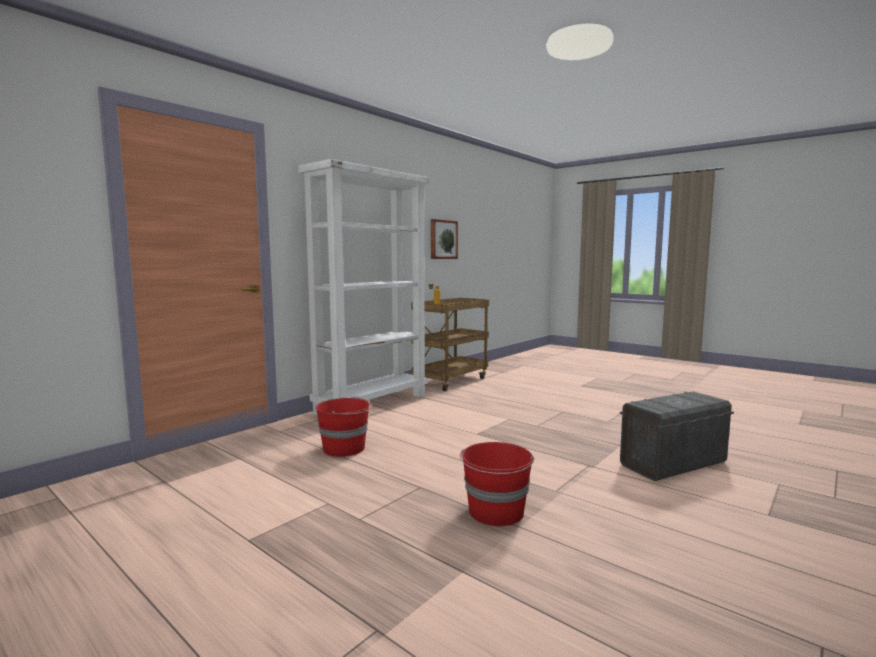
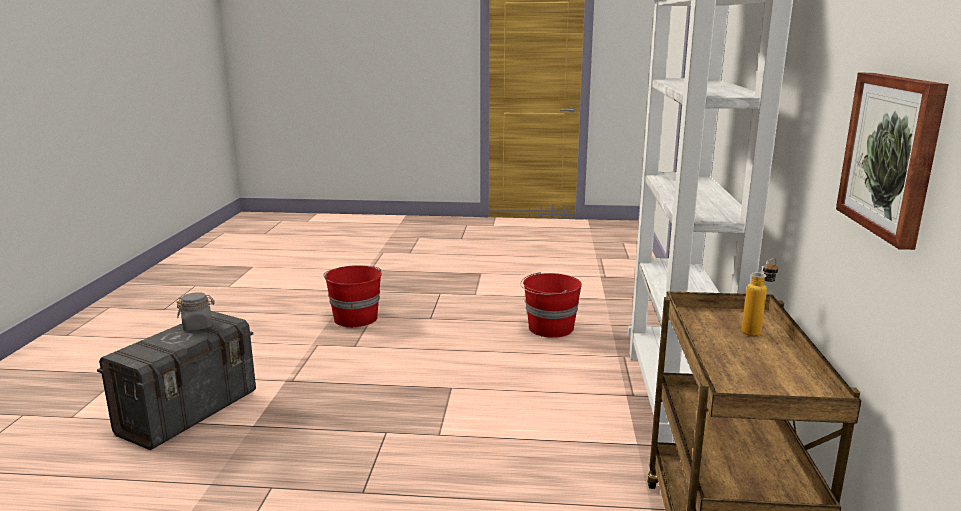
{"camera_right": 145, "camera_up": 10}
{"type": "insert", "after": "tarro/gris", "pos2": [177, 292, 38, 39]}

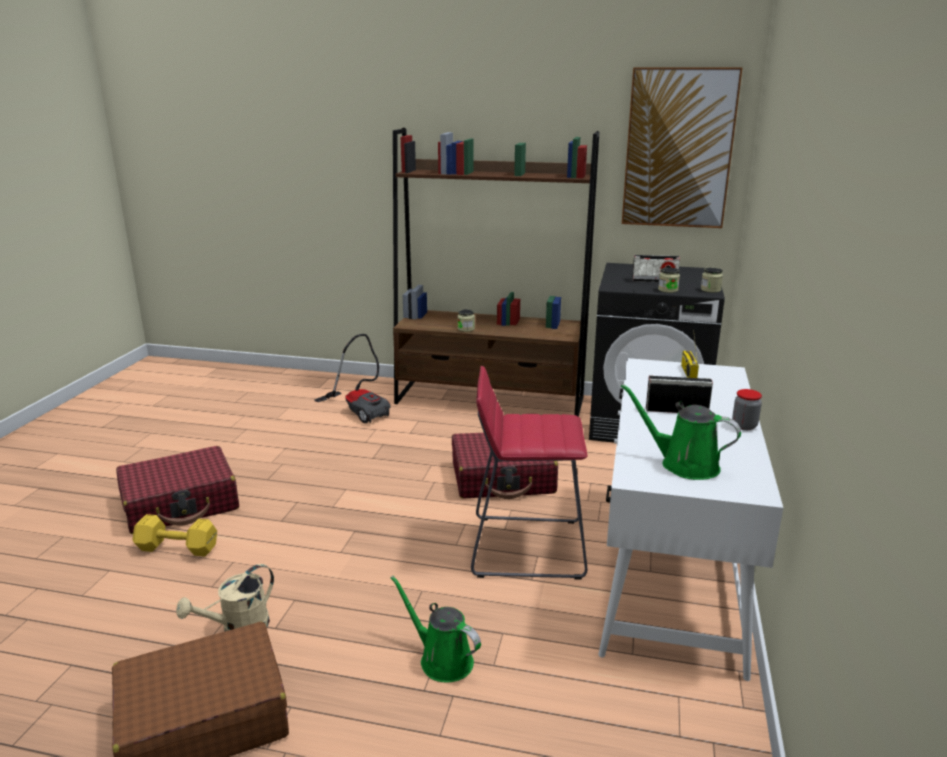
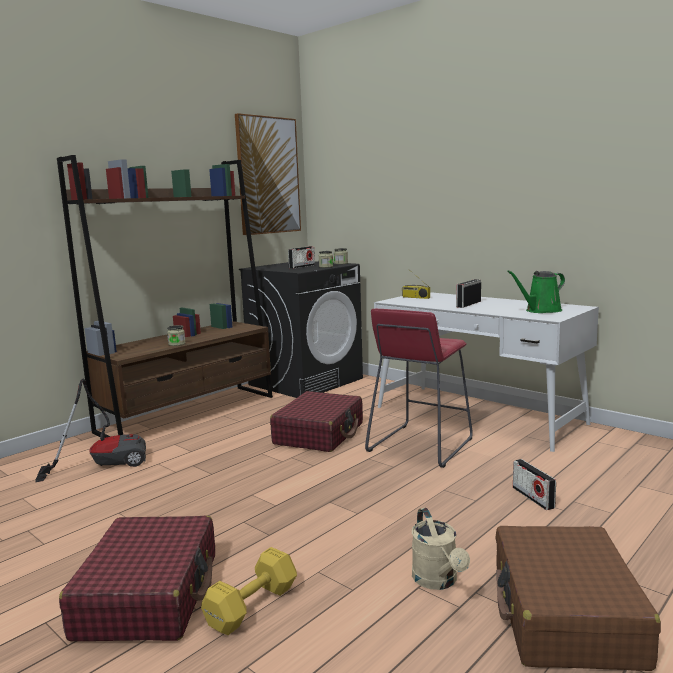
{"camera_right": -60, "camera_up": -10}
{"type": "delete", "before": "tarro", "pos1": [732, 389, 30, 41]}
{"type": "replace", "before": "regadera/verde", "after": "radio", "pos1": [390, 576, 91, 106], "pos2": [513, 459, 43, 51]}

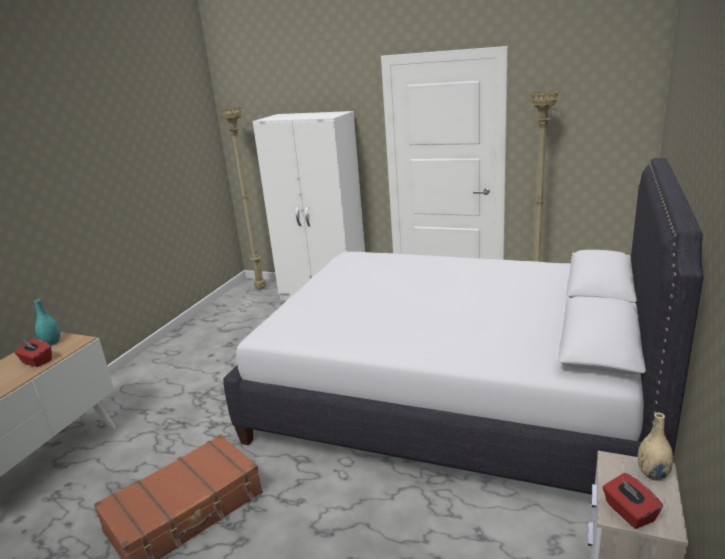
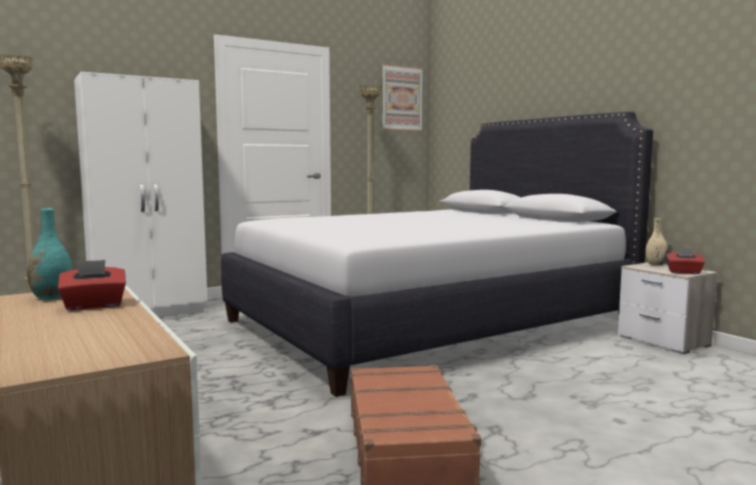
{"camera_right": -55, "camera_up": -15}
{"type": "insert", "after": "cuadro", "pos2": [382, 64, 41, 67]}

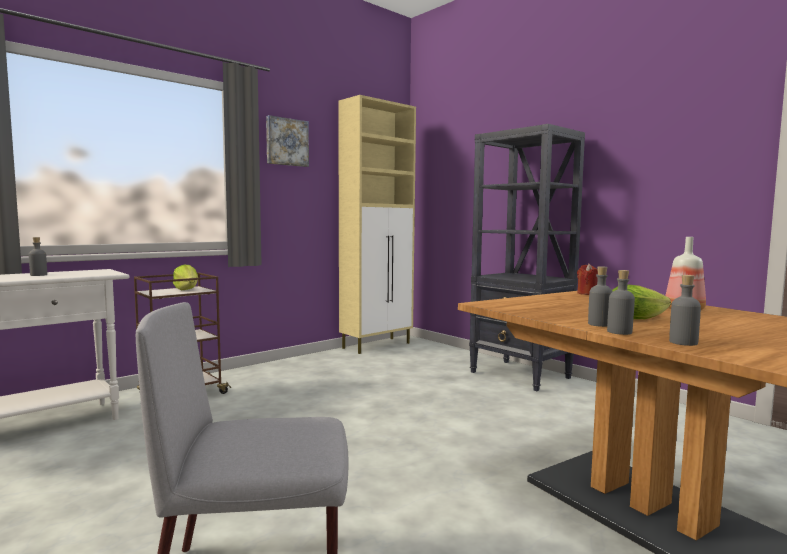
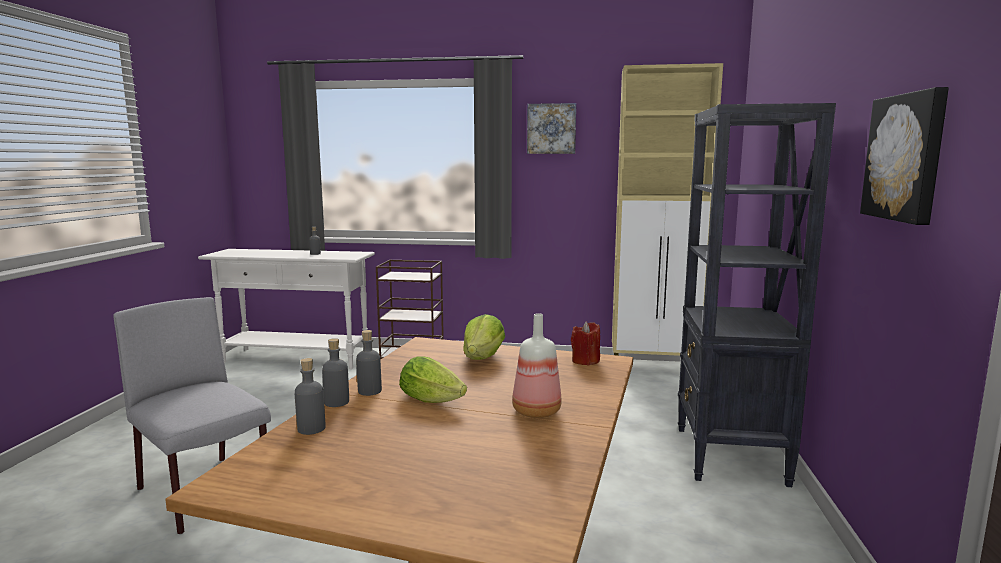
{"camera_right": 50, "camera_up": 5}
{"type": "insert", "after": "cuadro", "pos2": [860, 87, 89, 138]}
{"type": "move", "before": "lechuga", "pos1": [173, 265, 25, 25], "pos2": [463, 314, 42, 46]}

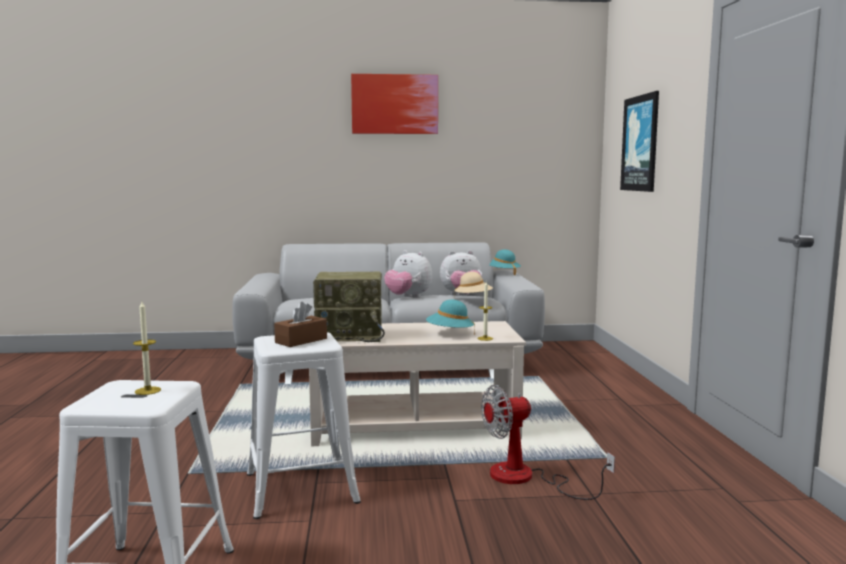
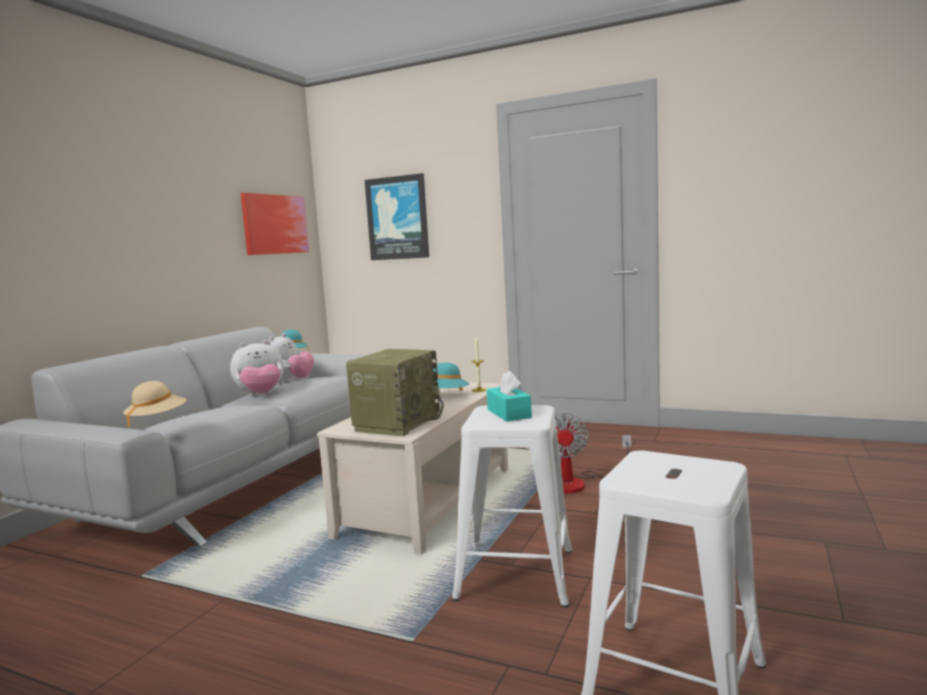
{"camera_right": -60, "camera_up": 0}
{"type": "delete", "before": "vela", "pos1": [133, 301, 28, 94]}
{"type": "move", "before": "cuadro", "pos1": [351, 74, 87, 60], "pos2": [241, 193, 68, 62]}
{"type": "move", "before": "sombrero/beis", "pos1": [454, 272, 39, 21], "pos2": [123, 381, 64, 47]}
{"type": "recolor", "before": "caja de pañuelos/marrón", "after": "caja de pañuelos/turquesa", "pos1": [274, 302, 53, 45], "pos2": [487, 371, 45, 51]}

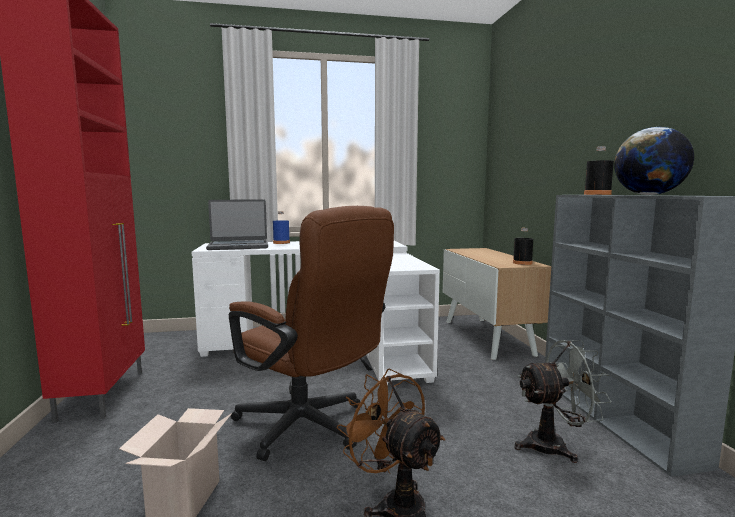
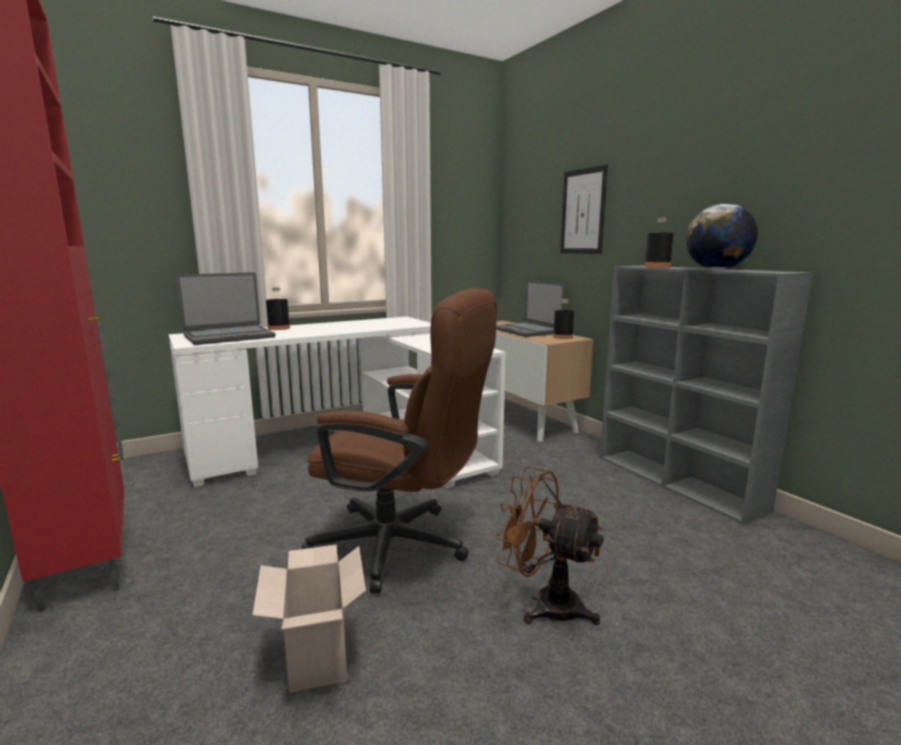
{"camera_right": -20, "camera_up": 5}
{"type": "delete", "before": "ventilador/gris", "pos1": [514, 340, 98, 123]}
{"type": "insert", "after": "portátil", "pos2": [496, 280, 69, 57]}
{"type": "insert", "after": "cuadro", "pos2": [560, 165, 48, 89]}
{"type": "recolor", "before": "botella/azul", "after": "botella/negro", "pos1": [273, 211, 17, 33], "pos2": [266, 287, 24, 43]}

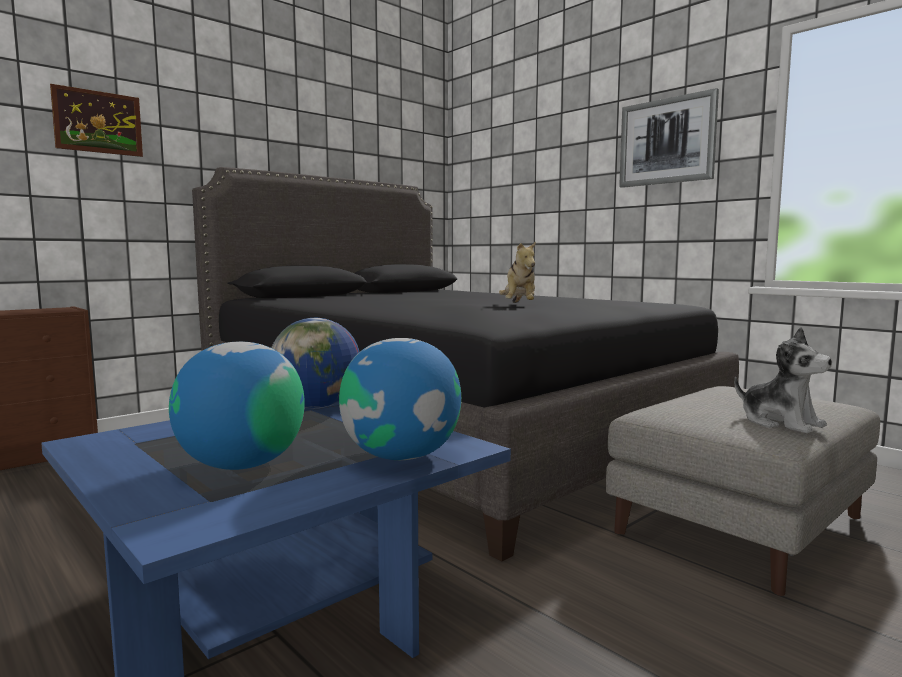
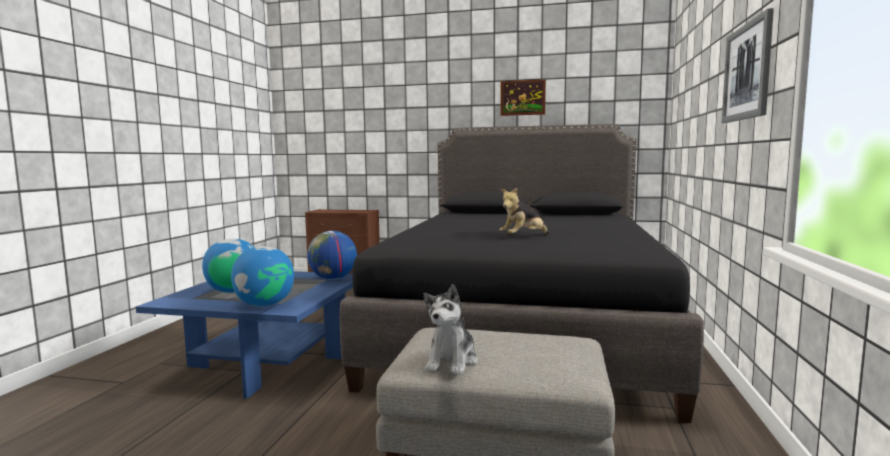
{"camera_right": 55, "camera_up": 0}
{"type": "move", "before": "cuadro", "pos1": [50, 84, 93, 73], "pos2": [500, 79, 46, 37]}

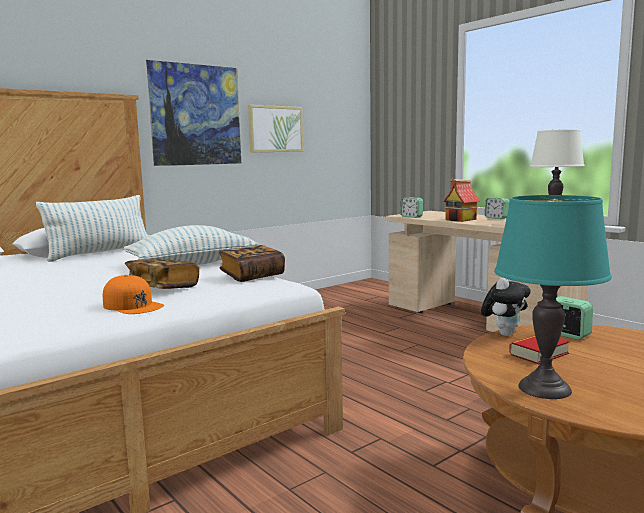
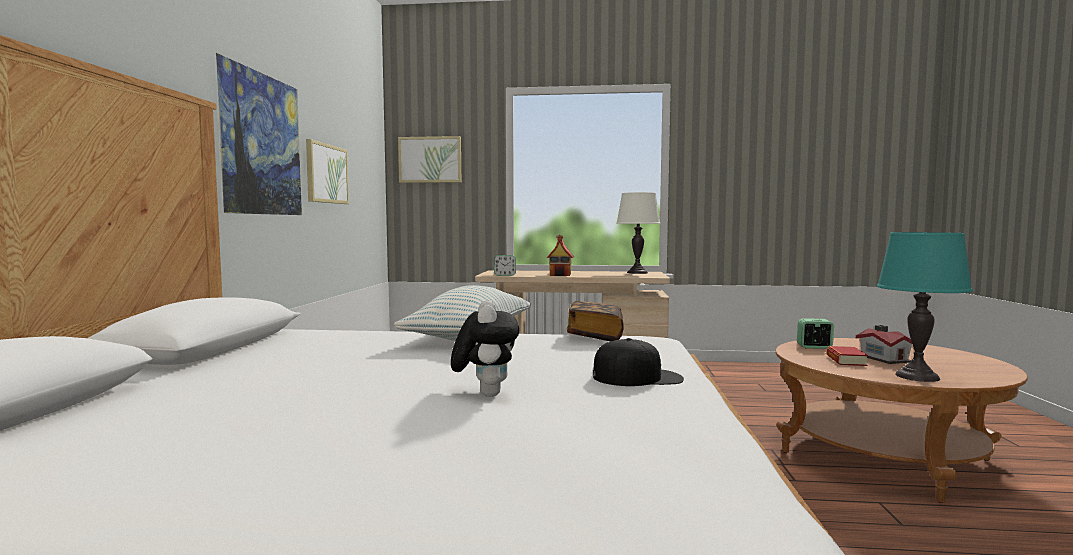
{"camera_right": -45, "camera_up": -5}
{"type": "delete", "before": "cojín", "pos1": [36, 195, 112, 67]}
{"type": "delete", "before": "libro", "pos1": [125, 258, 74, 31]}
{"type": "delete", "before": "despertador", "pos1": [485, 198, 24, 21]}
{"type": "insert", "after": "cuadro", "pos2": [398, 136, 63, 47]}
{"type": "insert", "after": "casita", "pos2": [856, 325, 56, 39]}
{"type": "move", "before": "peluche", "pos1": [481, 278, 50, 58], "pos2": [451, 301, 68, 96]}
{"type": "recolor", "before": "gorra/naranja", "after": "gorra/negro", "pos1": [103, 275, 61, 39], "pos2": [593, 338, 91, 48]}

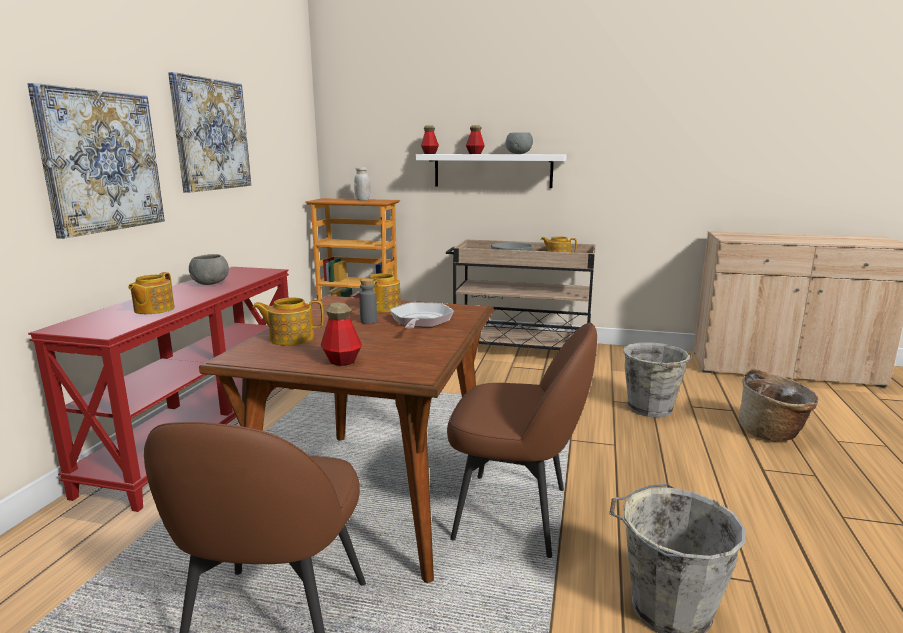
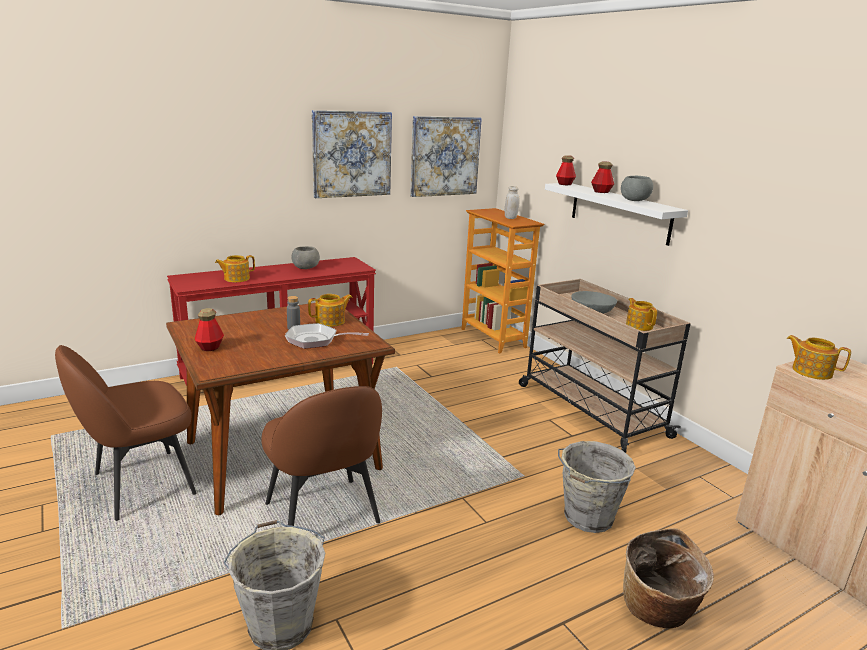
{"camera_right": 45, "camera_up": 5}
{"type": "move", "before": "cuadro", "pos1": [27, 83, 138, 156], "pos2": [410, 116, 72, 81]}
{"type": "move", "before": "tetera", "pos1": [252, 298, 72, 47], "pos2": [787, 335, 64, 45]}
{"type": "rotate", "before": "sartén", "pos1": [390, 302, 64, 26], "pos2": [285, 323, 84, 26], "turn": -135}

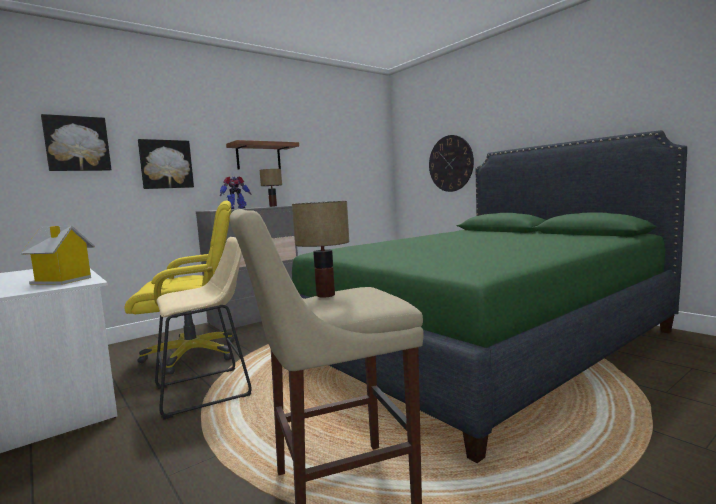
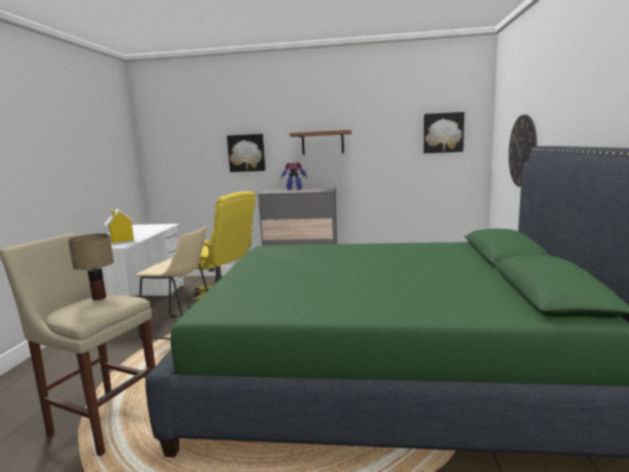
{"camera_right": 45, "camera_up": 5}
{"type": "delete", "before": "lámpara de mesa", "pos1": [260, 169, 22, 38]}
{"type": "move", "before": "cuadro", "pos1": [41, 114, 71, 57], "pos2": [424, 112, 40, 41]}

